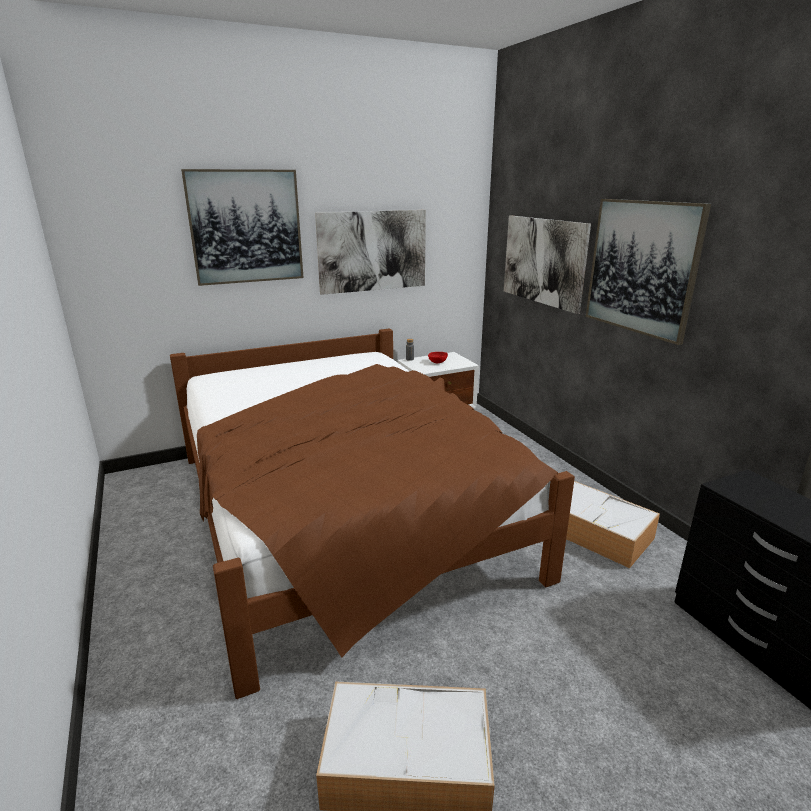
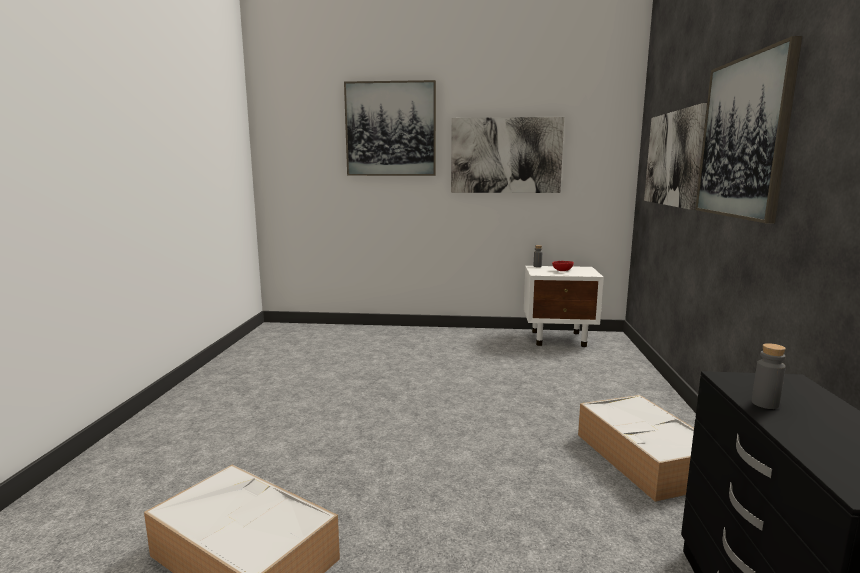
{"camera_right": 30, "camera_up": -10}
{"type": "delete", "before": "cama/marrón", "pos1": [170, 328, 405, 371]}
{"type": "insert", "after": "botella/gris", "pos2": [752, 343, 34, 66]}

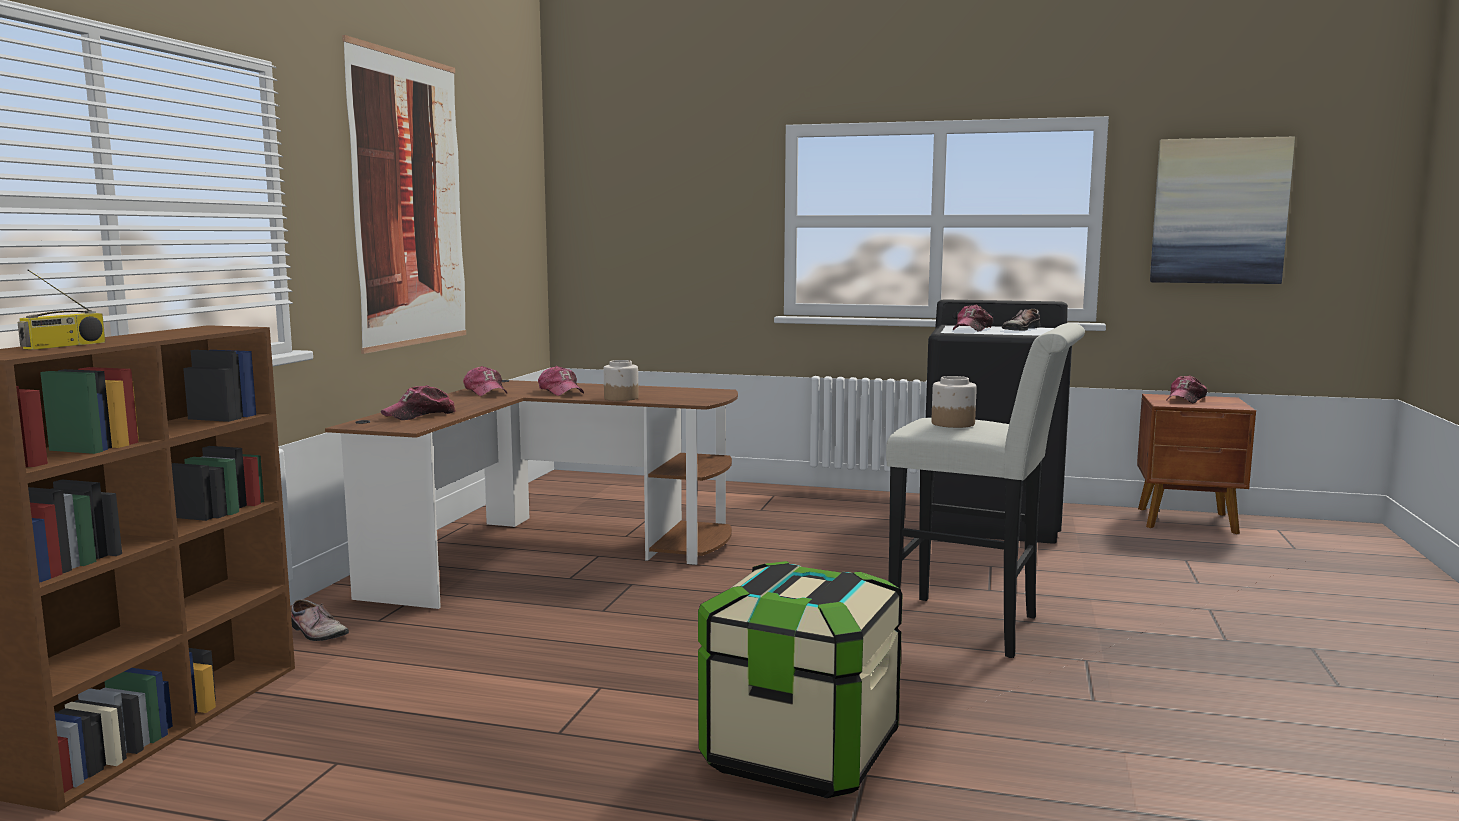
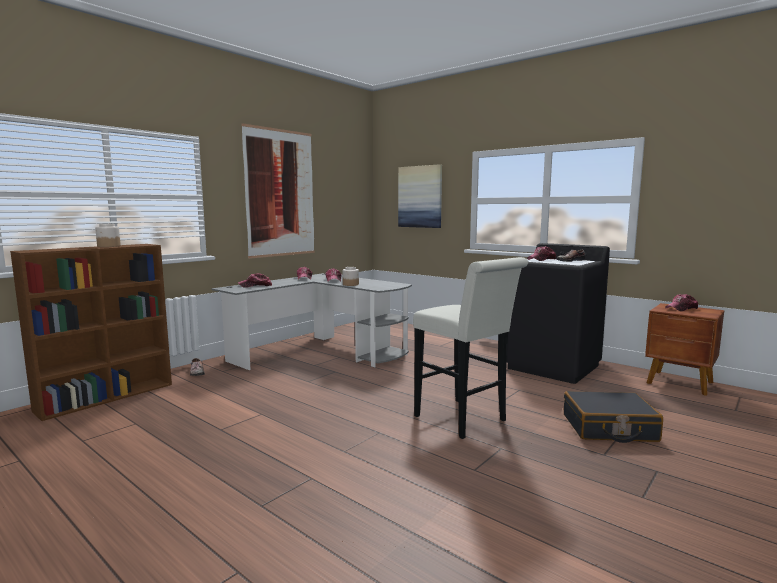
{"camera_right": 25, "camera_up": 0}
{"type": "delete", "before": "radio", "pos1": [17, 269, 88, 81]}
{"type": "delete", "before": "caja de almacenaje", "pos1": [698, 561, 205, 237]}
{"type": "insert", "after": "maleta/negro", "pos2": [564, 391, 99, 52]}
{"type": "move", "before": "tarro", "pos1": [931, 376, 46, 52], "pos2": [95, 224, 26, 23]}
{"type": "move", "before": "cuadro", "pos1": [1150, 137, 145, 147], "pos2": [398, 164, 44, 64]}
{"type": "recolor", "before": "escritorio/marrón", "after": "escritorio/gris", "pos1": [325, 380, 413, 229], "pos2": [212, 273, 200, 97]}

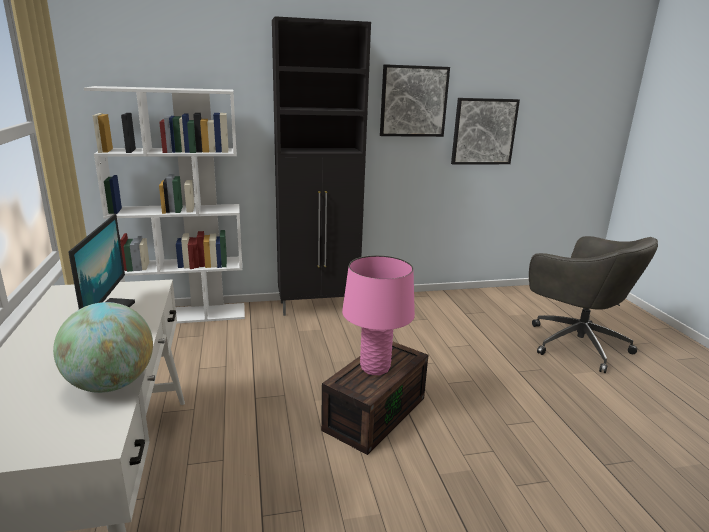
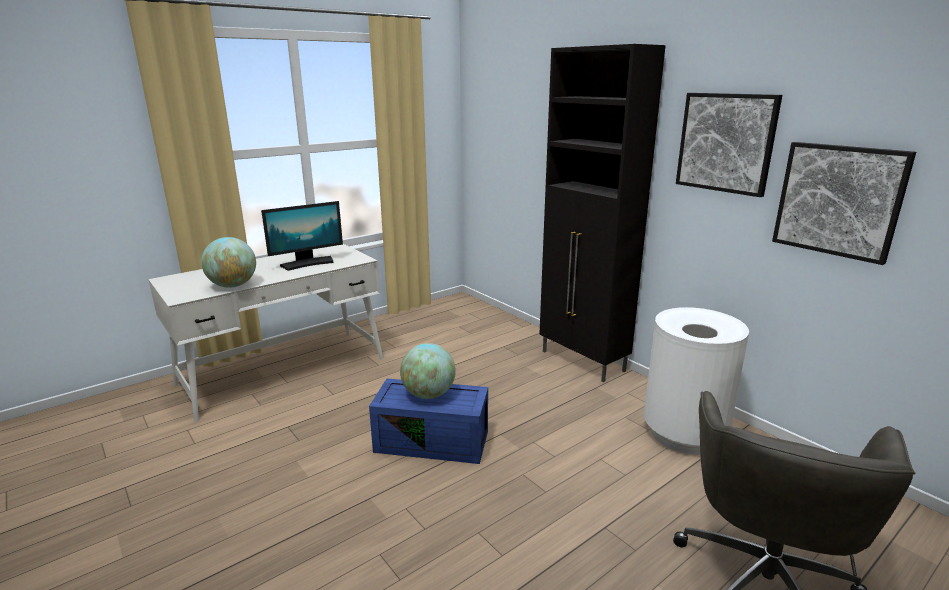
{"camera_right": 65, "camera_up": 0}
{"type": "delete", "before": "estantería/blanco", "pos1": [84, 86, 161, 237]}
{"type": "insert", "after": "papelera/blanco", "pos2": [644, 307, 105, 147]}
{"type": "replace", "before": "lámpara de mesa/rosa", "after": "globo terráqueo", "pos1": [342, 255, 73, 120], "pos2": [400, 343, 56, 56]}
{"type": "recolor", "before": "caja de almacenaje/marrón", "after": "caja de almacenaje/azul", "pos1": [321, 342, 107, 113], "pos2": [369, 379, 119, 85]}

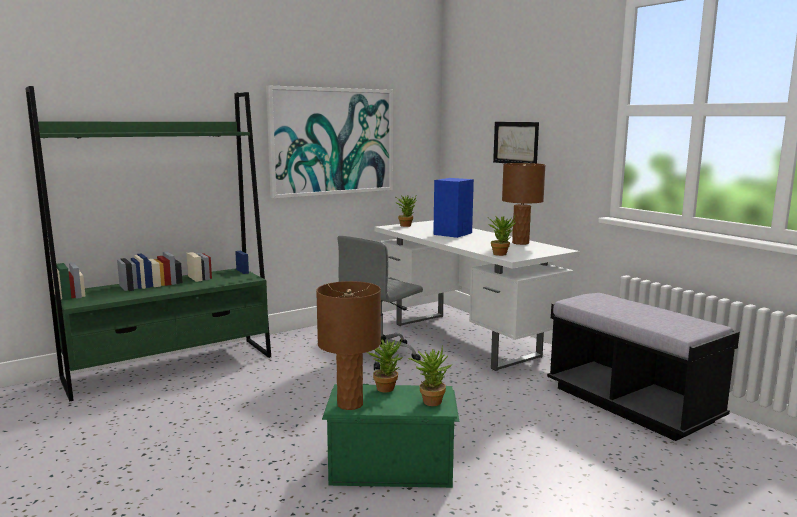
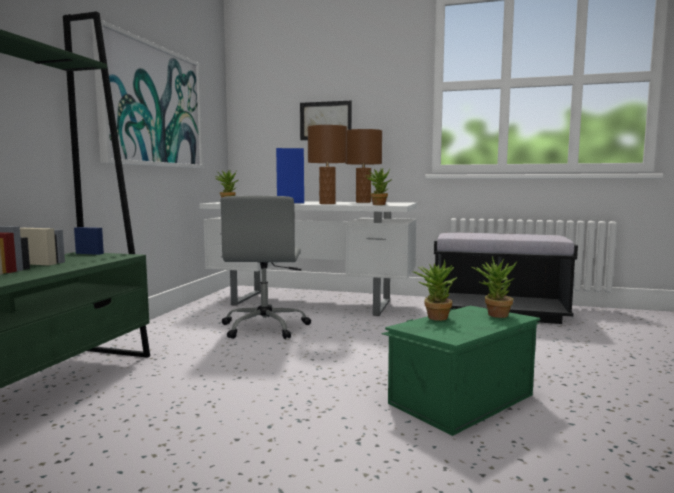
{"camera_right": -40, "camera_up": -5}
{"type": "move", "before": "lámpara de mesa/marrón", "pos1": [316, 281, 65, 129], "pos2": [308, 125, 39, 79]}

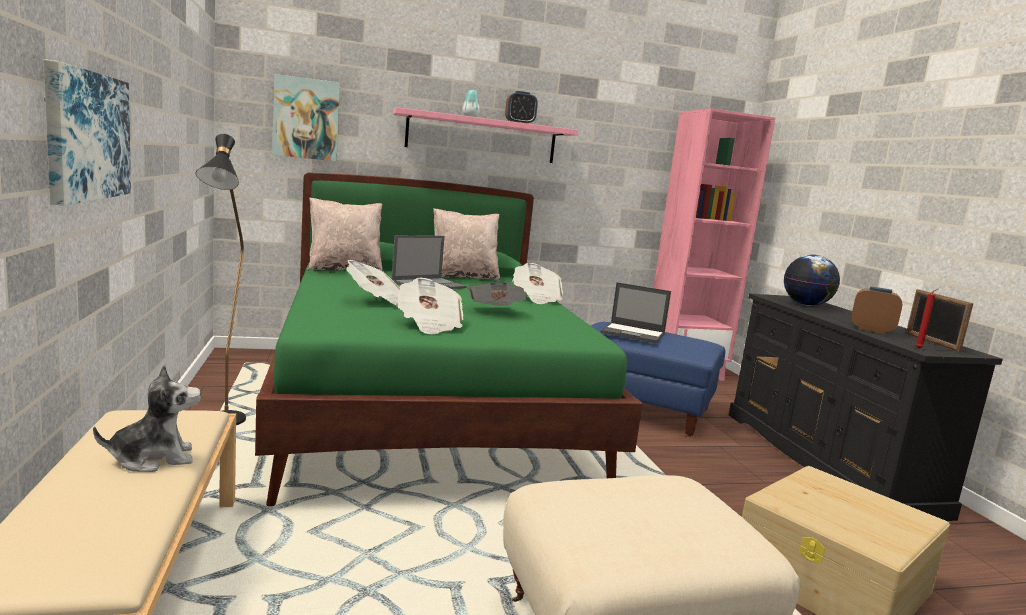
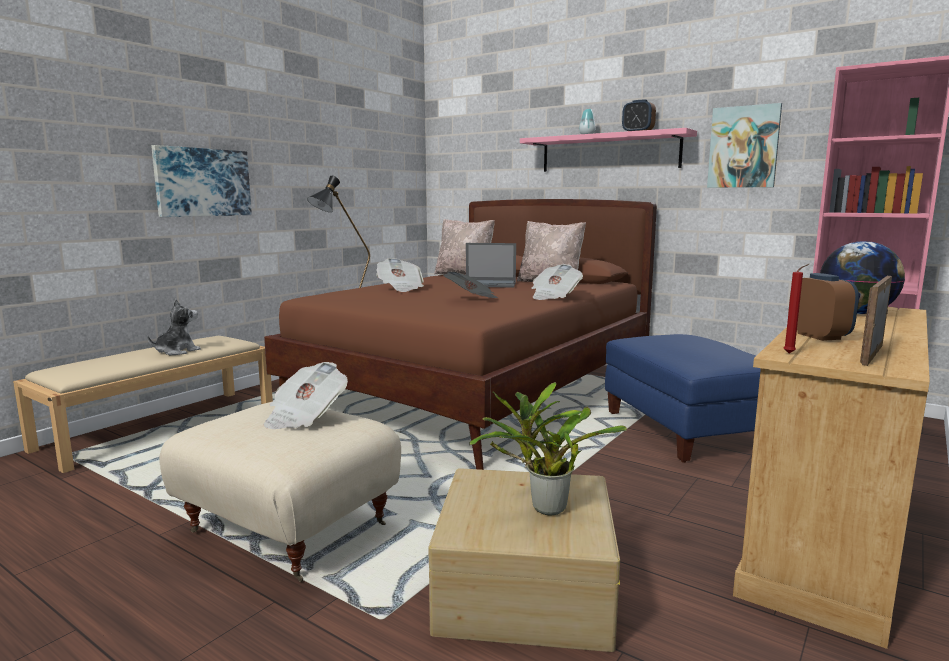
{"camera_right": 50, "camera_up": 0}
{"type": "delete", "before": "portátil", "pos1": [600, 282, 71, 62]}
{"type": "insert", "after": "planta en maceta", "pos2": [469, 382, 158, 134]}
{"type": "move", "before": "cuadro", "pos1": [272, 74, 68, 87], "pos2": [707, 103, 75, 85]}
{"type": "move", "before": "periódico", "pos1": [396, 278, 67, 56], "pos2": [264, 362, 84, 67]}
{"type": "recolor", "before": "cama/verde", "after": "cama/marrón", "pos1": [255, 172, 388, 335], "pos2": [264, 199, 393, 271]}
{"type": "recolor", "before": "cómoda/negro", "after": "cómoda/beis", "pos1": [729, 293, 274, 228], "pos2": [733, 307, 197, 342]}
{"type": "rotate", "before": "peluche", "pos1": [93, 364, 108, 108], "pos2": [147, 299, 54, 56], "turn": -75}

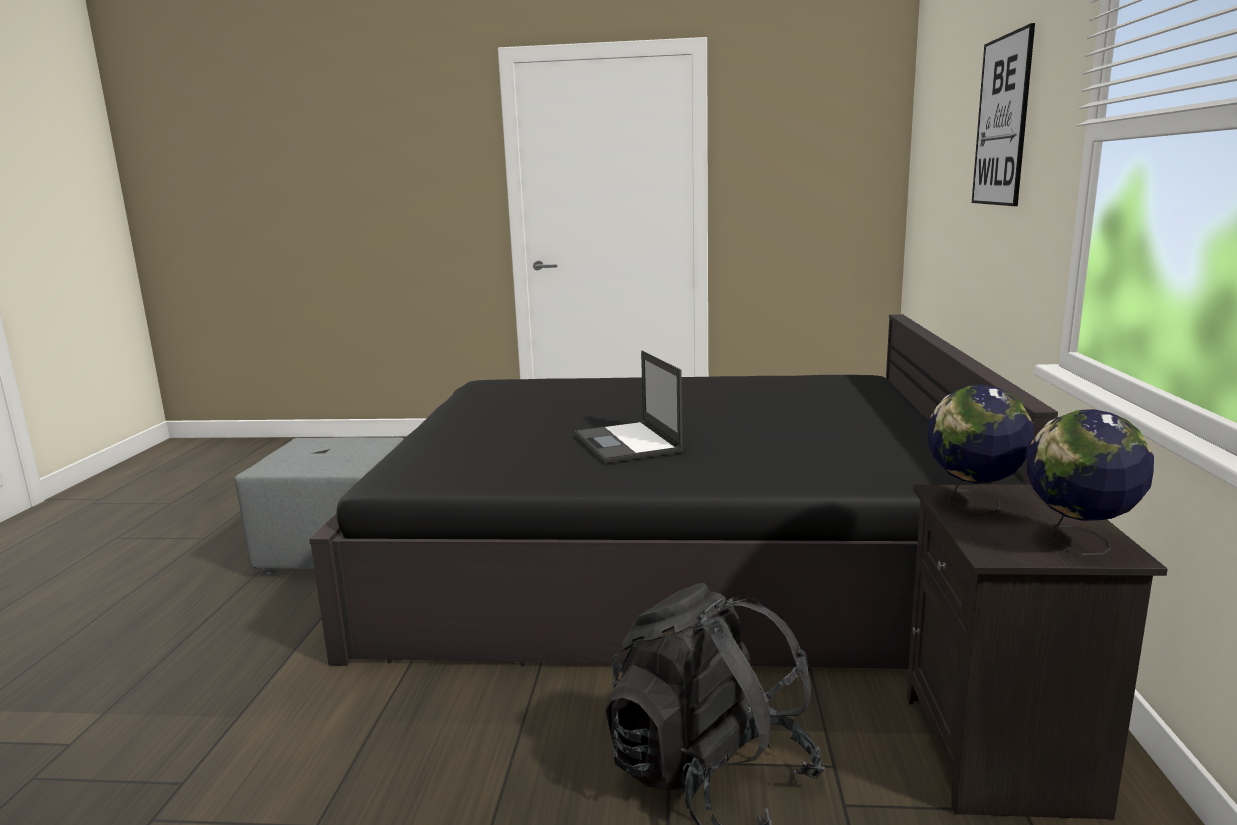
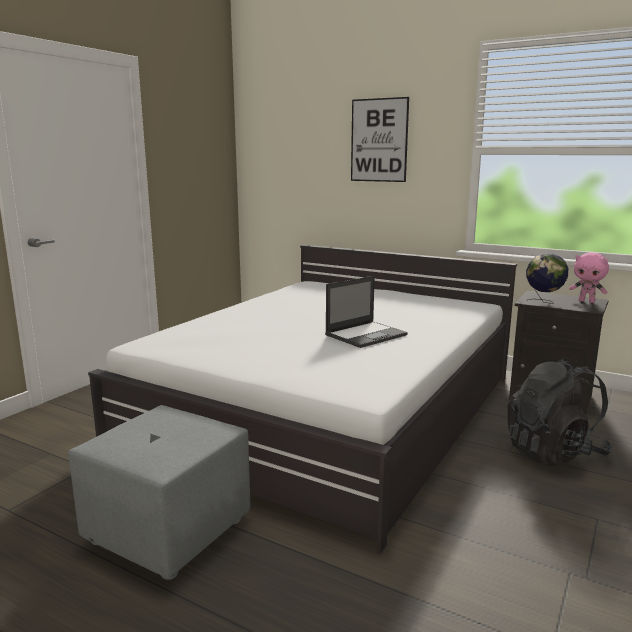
{"camera_right": -65, "camera_up": 0}
{"type": "replace", "before": "globo terráqueo", "after": "peluche/rosa", "pos1": [1027, 409, 127, 146], "pos2": [569, 252, 40, 51]}
{"type": "recolor", "before": "cama/negro", "after": "cama/blanco", "pos1": [309, 314, 749, 357], "pos2": [88, 245, 429, 309]}
{"type": "rotate", "before": "portátil", "pos1": [574, 350, 110, 114], "pos2": [325, 276, 83, 72], "turn": -45}

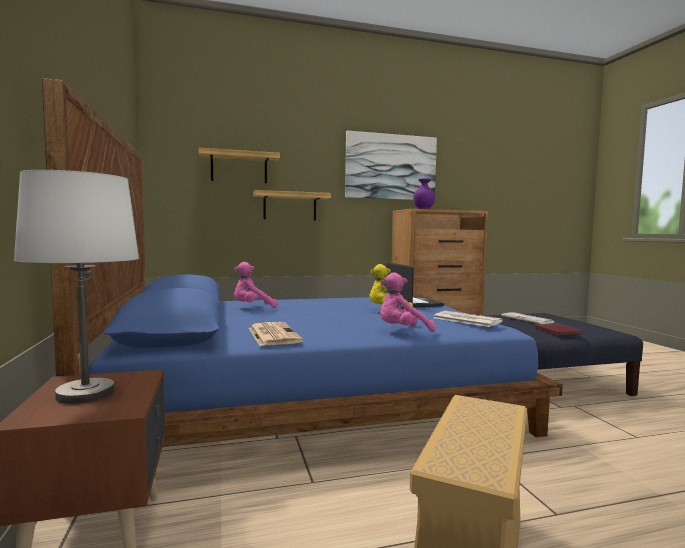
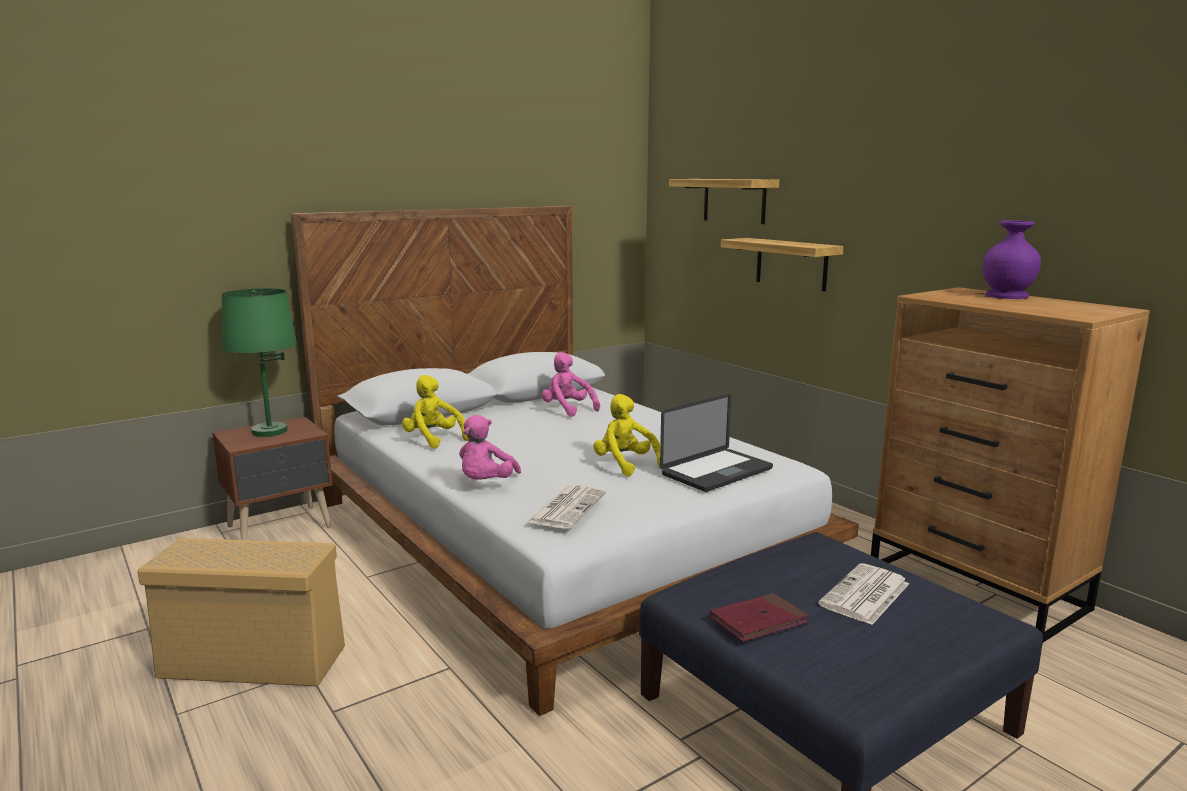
{"camera_right": 70, "camera_up": 10}
{"type": "delete", "before": "cuadro", "pos1": [345, 131, 92, 69]}
{"type": "replace", "before": "periódico", "after": "peluche/amarillo", "pos1": [249, 322, 54, 24], "pos2": [402, 375, 67, 74]}
{"type": "recolor", "before": "lámpara de mesa/blanco", "after": "lámpara de mesa/verde", "pos1": [14, 170, 125, 234], "pos2": [221, 288, 76, 149]}
{"type": "recolor", "before": "cama/azul", "after": "cama/blanco", "pos1": [42, 78, 521, 369], "pos2": [291, 206, 568, 510]}
{"type": "rotate", "before": "peluche/rosa", "pos1": [380, 272, 56, 60], "pos2": [459, 415, 62, 65], "turn": -120}

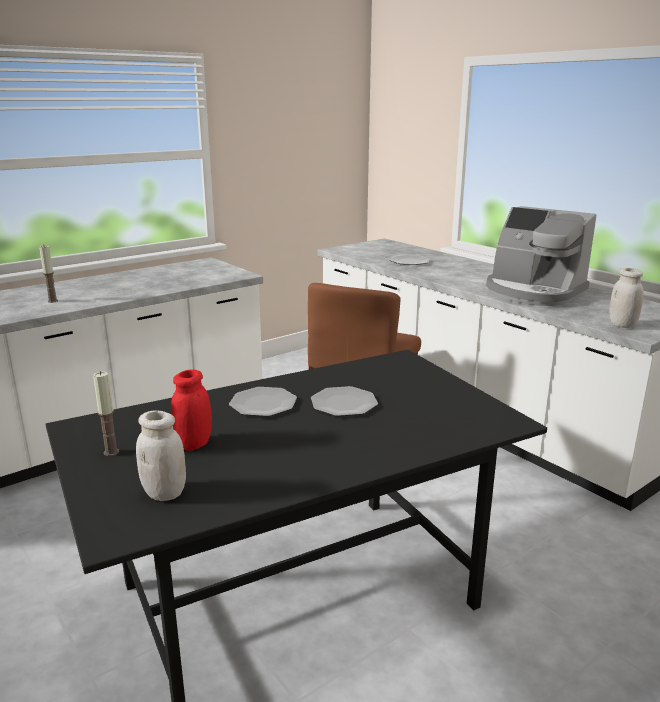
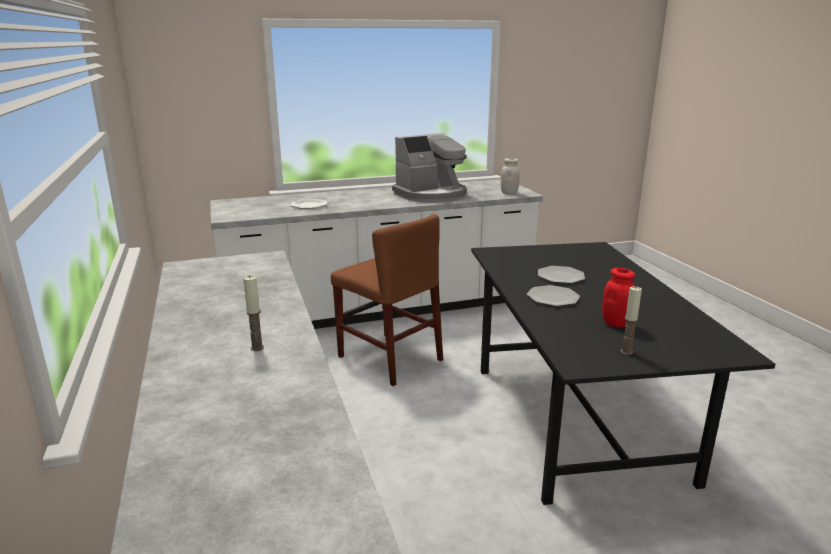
{"camera_right": -70, "camera_up": 0}
{"type": "delete", "before": "tarro/blanco", "pos1": [136, 410, 50, 91]}

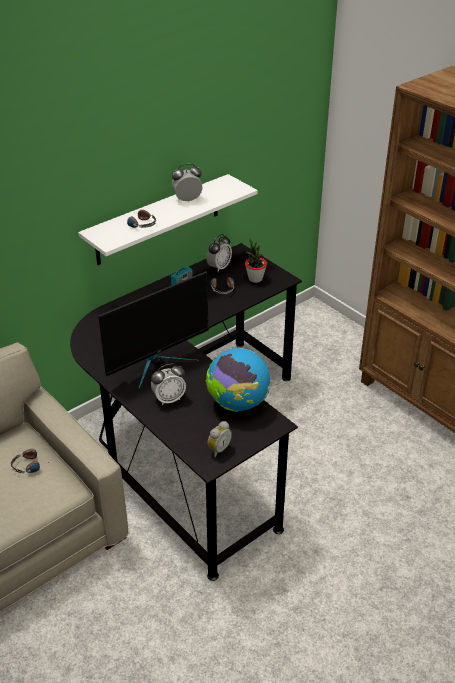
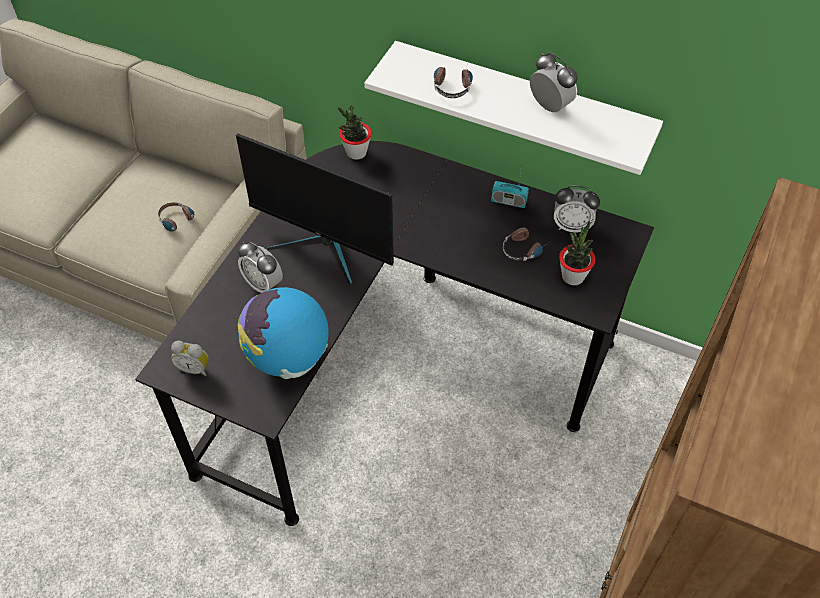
{"camera_right": 65, "camera_up": 15}
{"type": "insert", "after": "planta en maceta", "pos2": [338, 105, 34, 55]}

